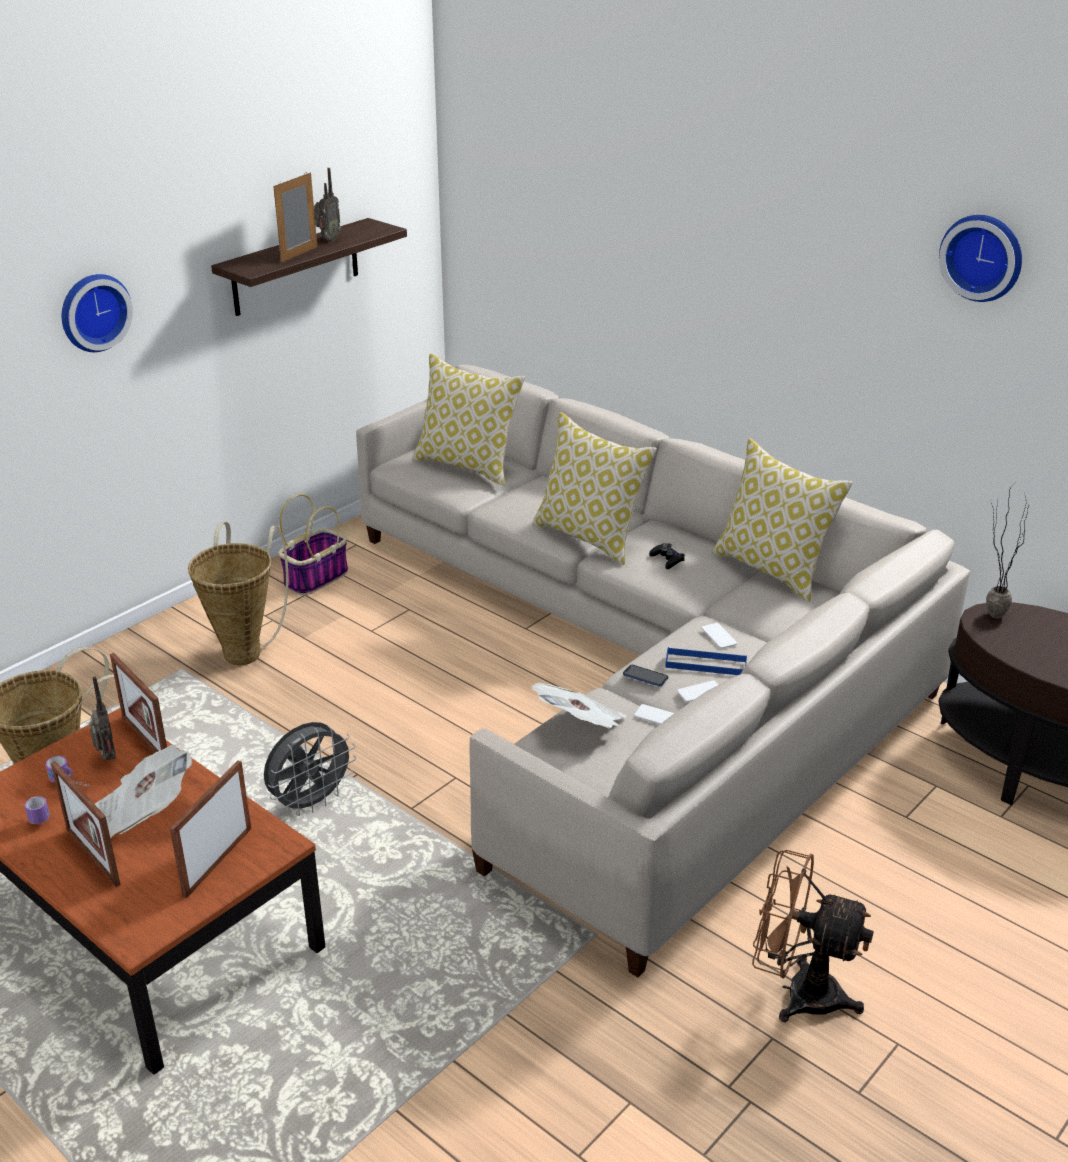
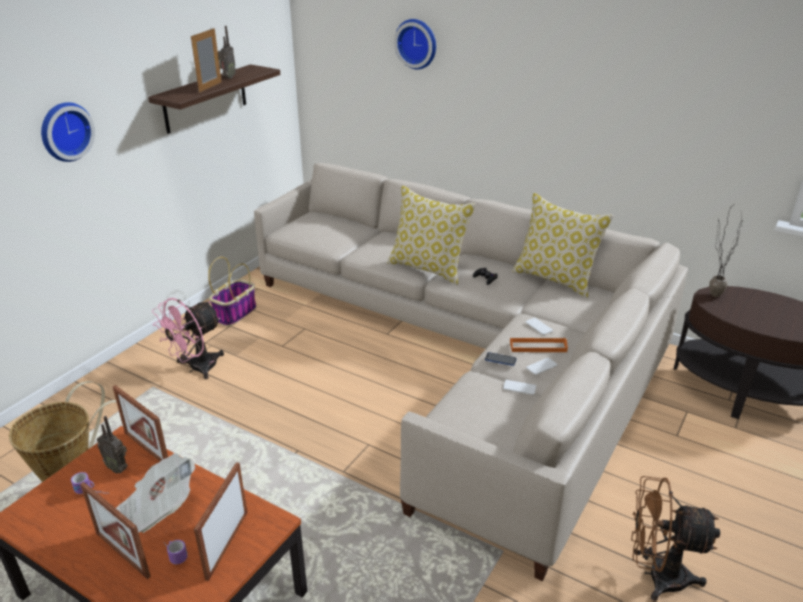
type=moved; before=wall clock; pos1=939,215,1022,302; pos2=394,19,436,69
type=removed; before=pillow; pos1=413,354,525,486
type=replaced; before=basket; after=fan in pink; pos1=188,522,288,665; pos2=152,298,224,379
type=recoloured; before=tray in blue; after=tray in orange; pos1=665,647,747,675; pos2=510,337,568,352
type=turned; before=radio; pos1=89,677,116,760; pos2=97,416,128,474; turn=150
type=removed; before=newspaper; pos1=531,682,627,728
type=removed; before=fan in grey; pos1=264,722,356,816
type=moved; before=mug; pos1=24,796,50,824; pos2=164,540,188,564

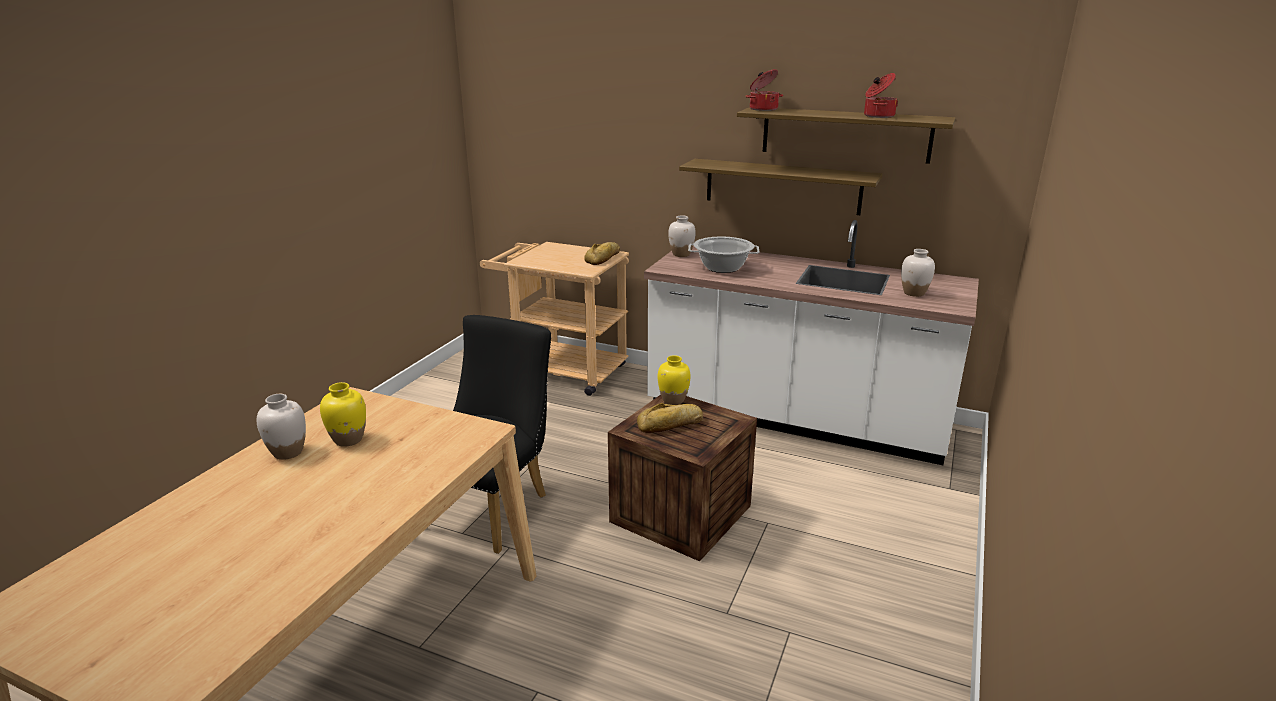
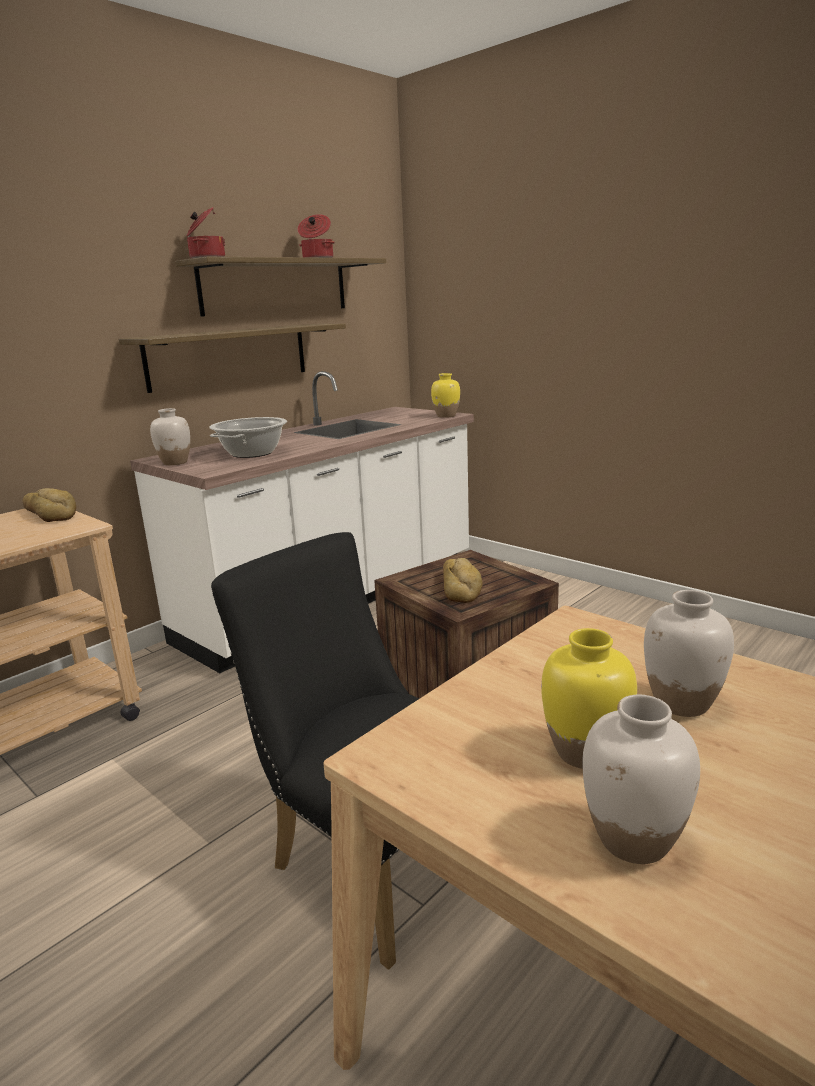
type=moved; before=vase in white; pos1=901,249,935,297; pos2=644,590,734,717
type=moved; before=vase in yellow; pos1=658,355,691,405; pos2=431,373,460,418

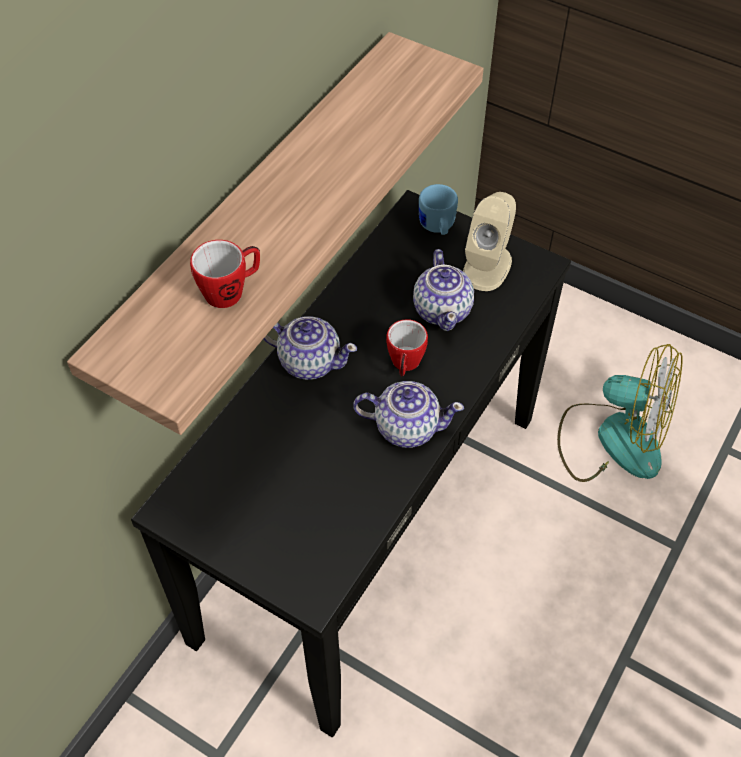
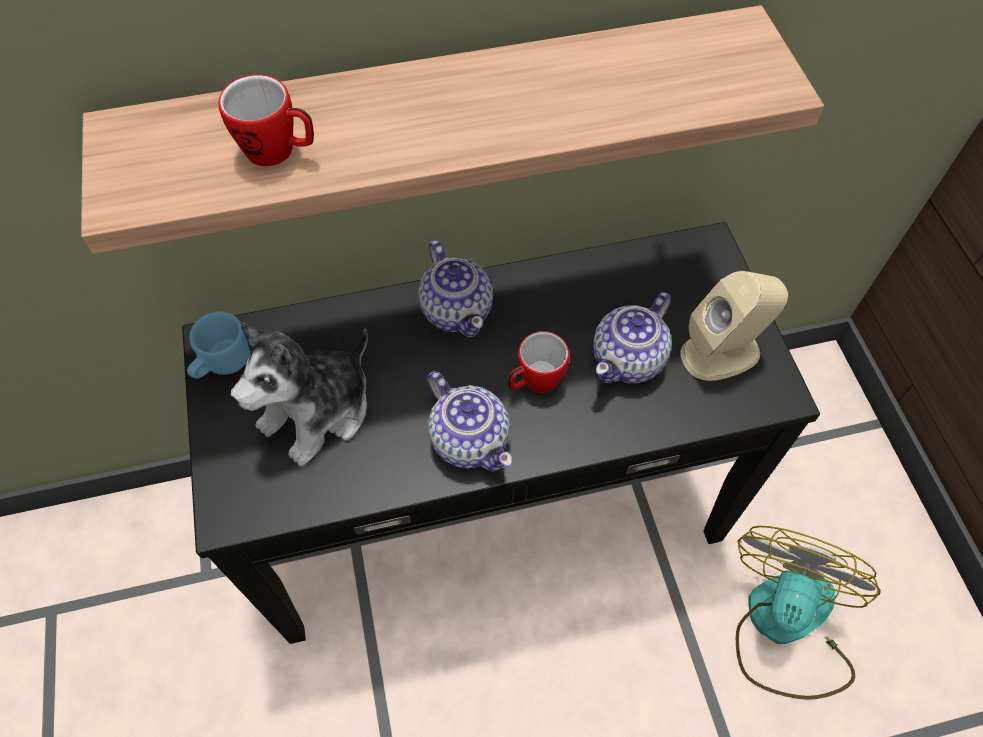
type=moved; before=mug in blue; pos1=419,184,458,235; pos2=187,311,250,379
type=turned; before=fan; pos1=557,344,683,482; pos2=736,525,881,700; turn=-135
type=added; after=plush toy; pos2=231,322,368,467

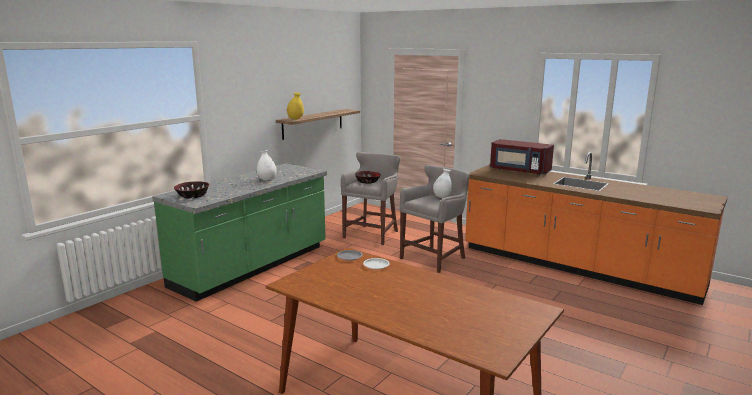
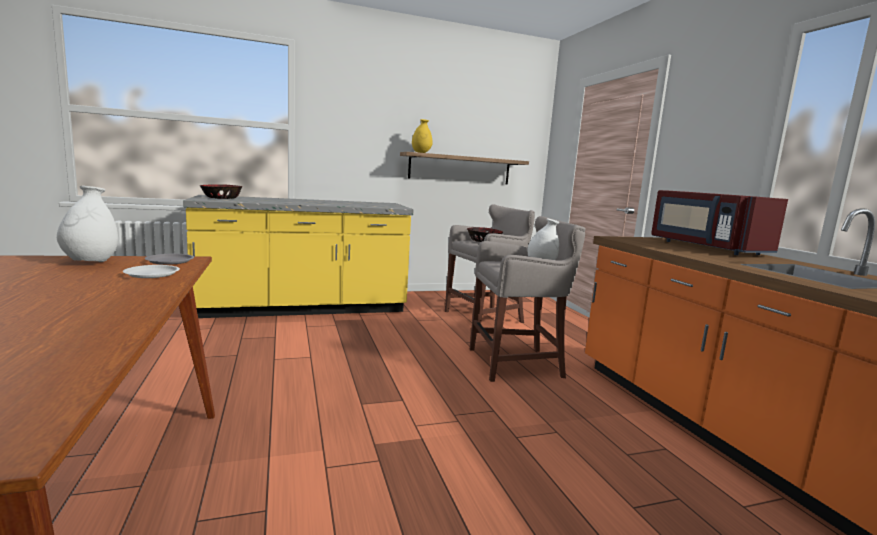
type=moved; before=vase in white; pos1=257,150,277,180; pos2=57,186,118,262
type=recoloured; before=counter in green; after=counter in yellow; pos1=152,163,327,302; pos2=183,195,413,318

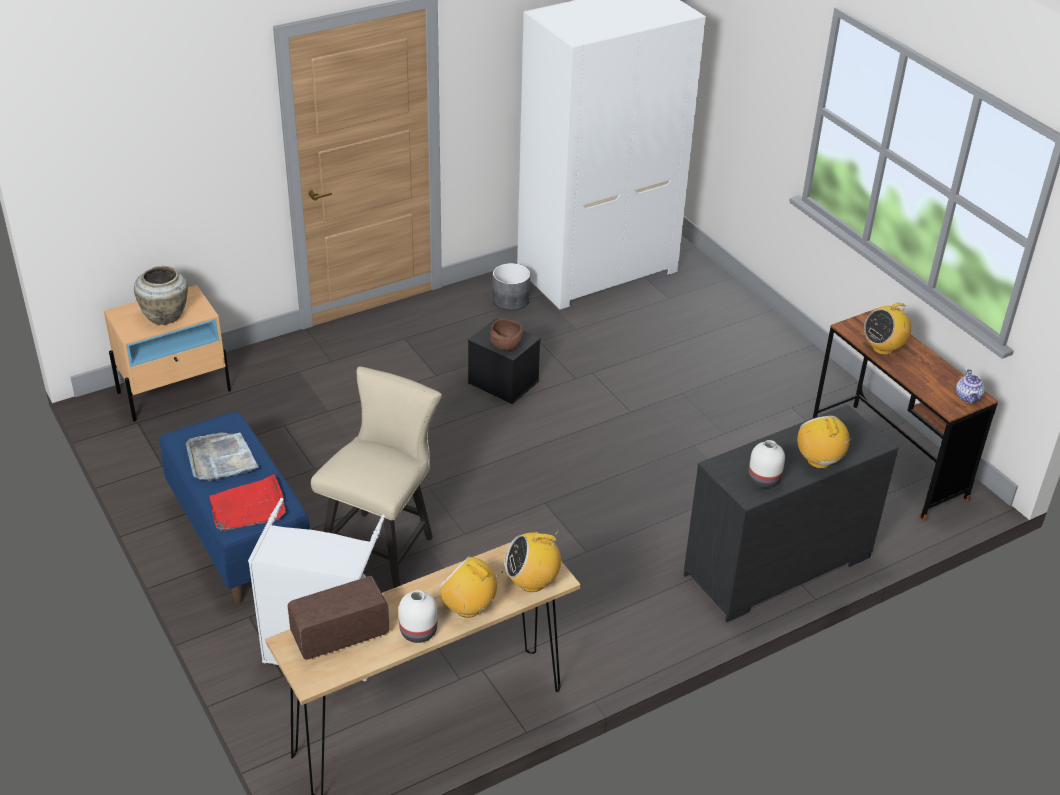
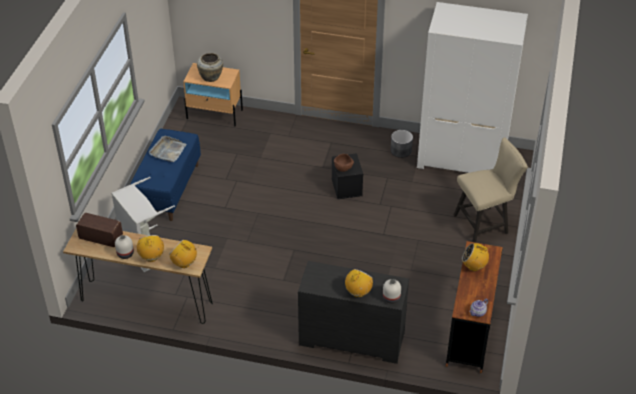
type=moved; before=chair in beige; pos1=311,366,442,588; pos2=454,137,528,243
type=moved; before=vase in white; pos1=748,440,785,488; pos2=383,279,401,304
type=removed; before=tray in red; pos1=209,474,286,531

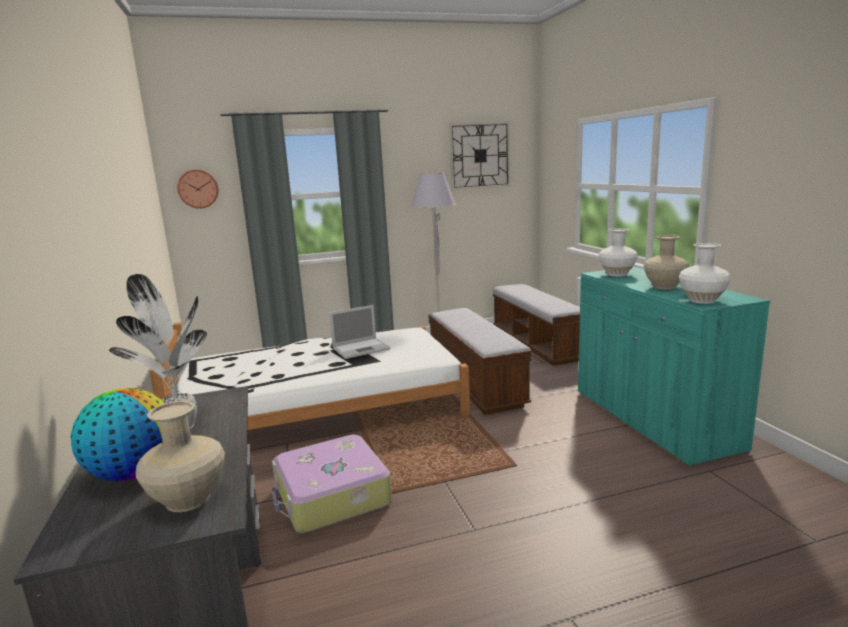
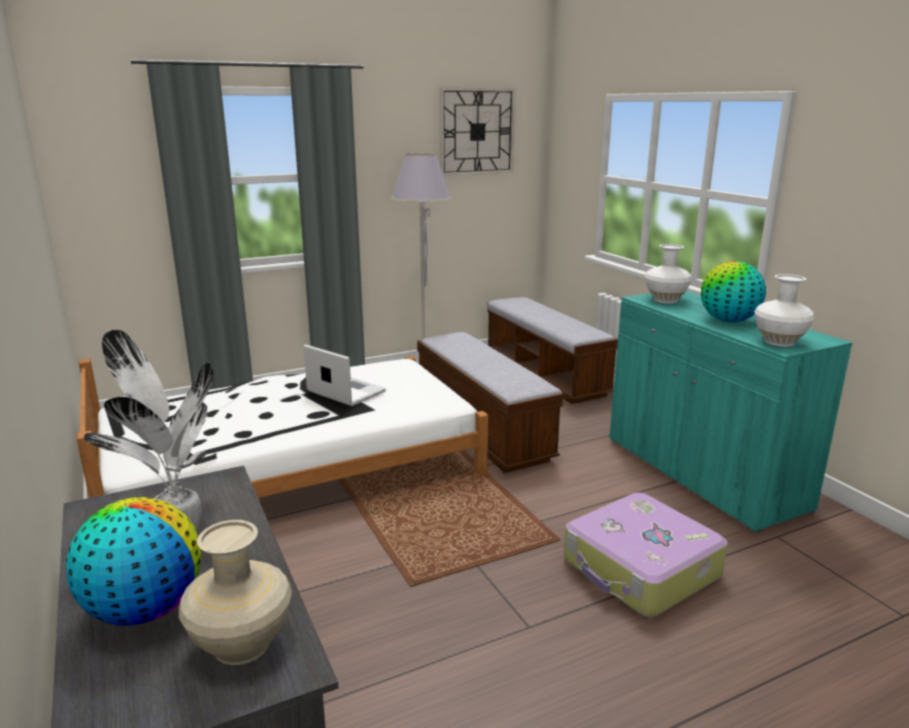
type=removed; before=wall clock; pos1=177,170,219,209
type=replaced; before=vase in beige; after=globe; pos1=644,235,689,290; pos2=701,261,766,322
type=turned; before=laptop; pos1=329,305,390,359; pos2=303,344,386,406; turn=-105
type=moved; before=suitcase; pos1=272,435,392,533; pos2=564,493,728,617

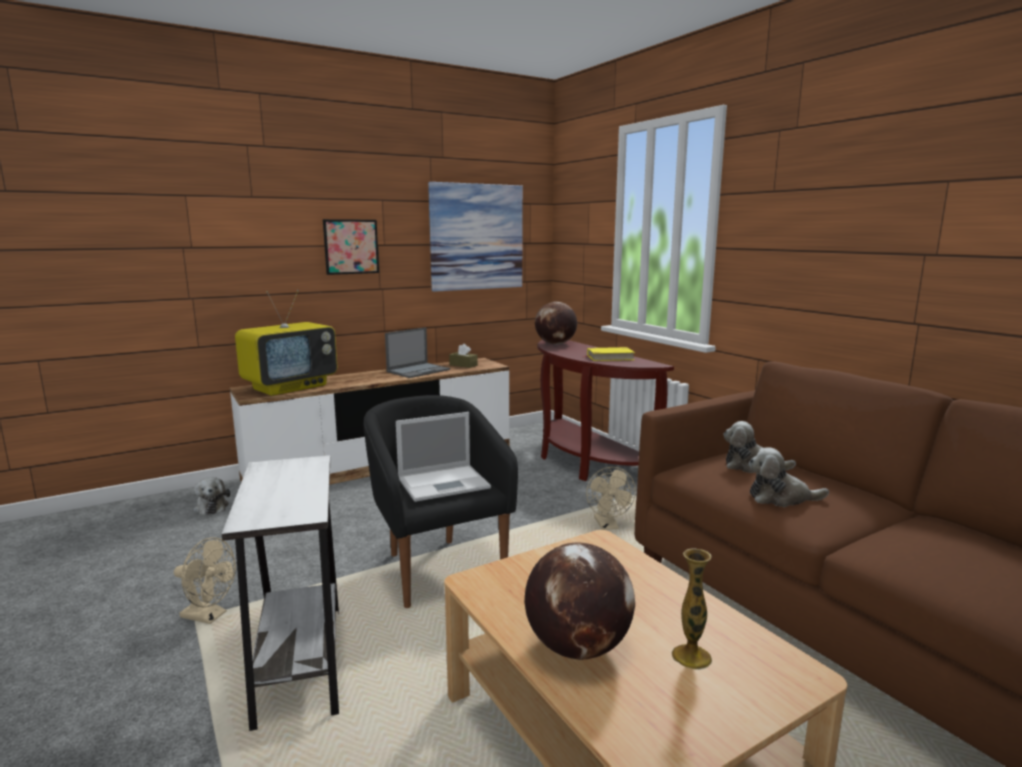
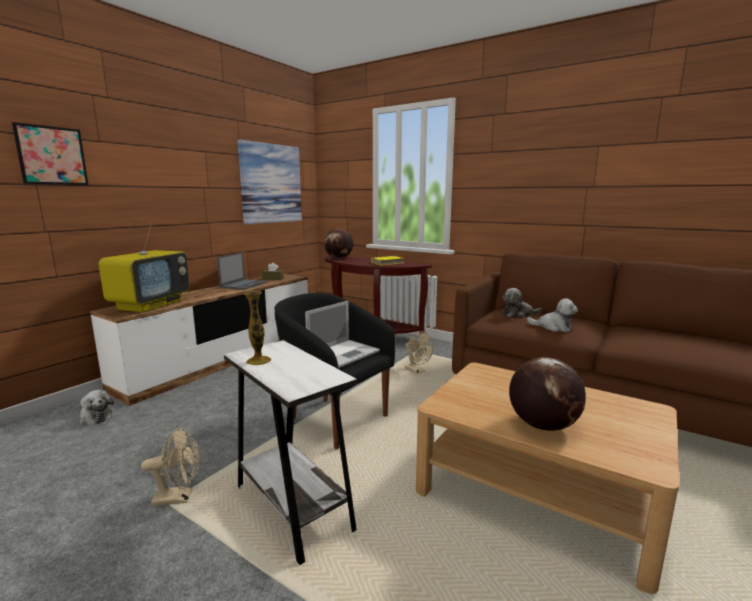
type=moved; before=picture; pos1=323,219,379,275; pos2=12,122,88,185
type=turned; before=plush toy; pos1=748,447,829,507; pos2=527,298,578,332; turn=-135
type=moved; before=vase; pos1=672,548,712,670; pos2=244,291,271,365

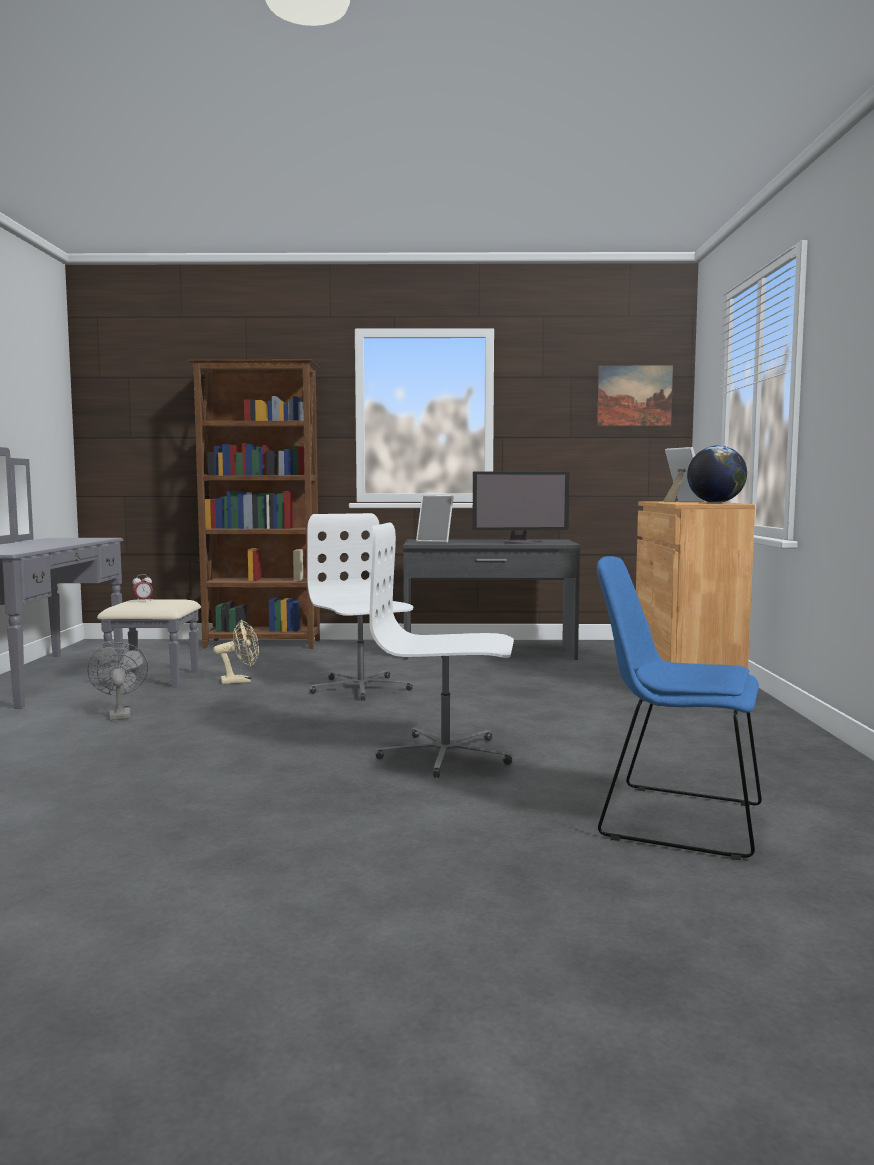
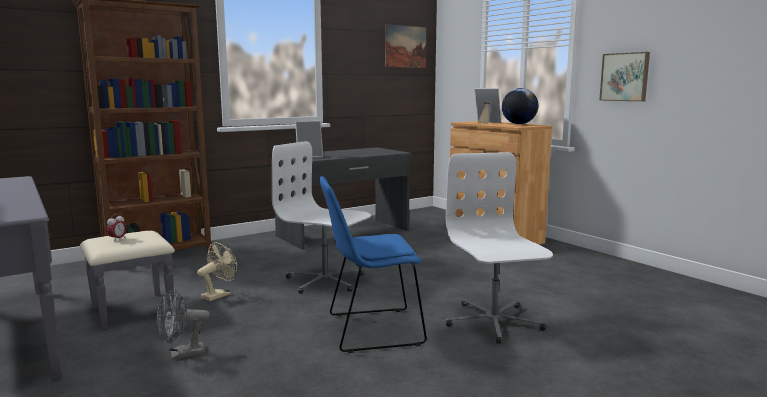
type=removed; before=monitor; pos1=473,471,570,544
type=turned; before=office chair in white; pos1=370,522,514,778; pos2=446,152,553,344; turn=105
type=moved; before=chair in blue; pos1=597,556,762,860; pos2=320,176,427,353
type=turned; before=fan in grey; pos1=87,642,148,720; pos2=157,288,210,360; turn=-60
type=added; after=picture; pos2=599,52,650,102

